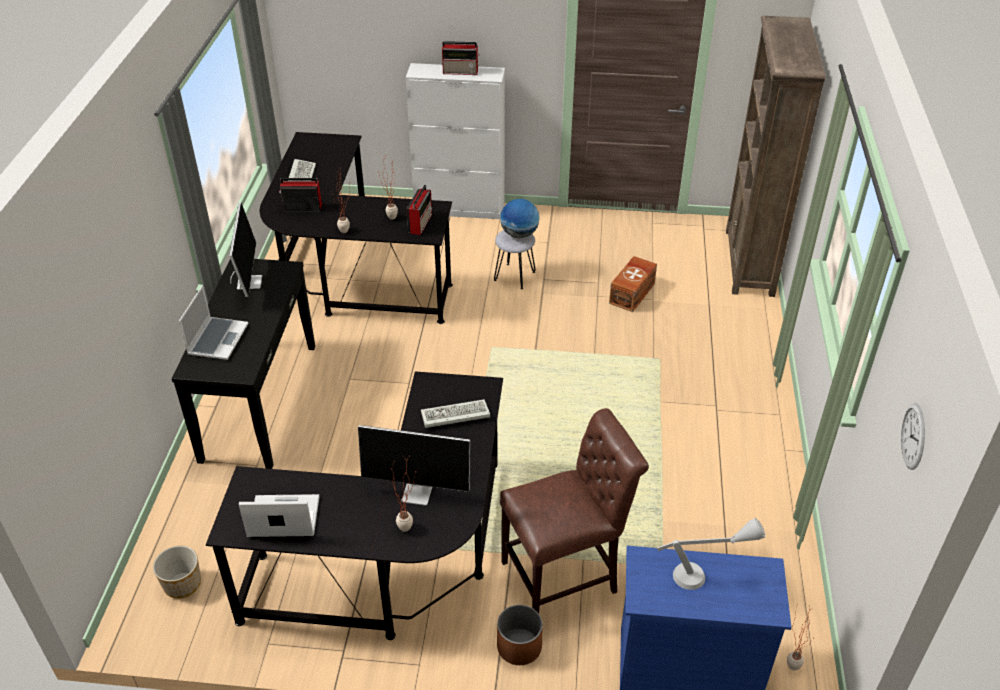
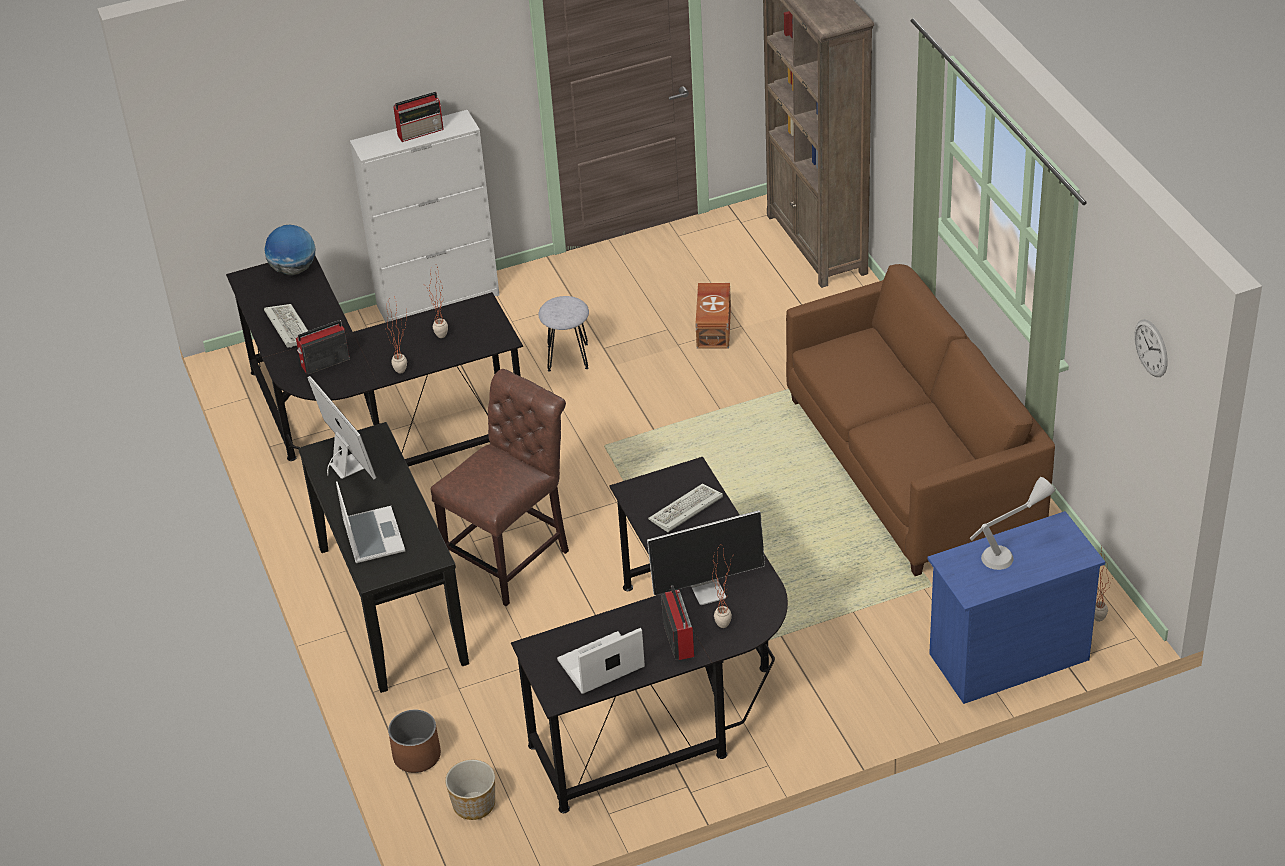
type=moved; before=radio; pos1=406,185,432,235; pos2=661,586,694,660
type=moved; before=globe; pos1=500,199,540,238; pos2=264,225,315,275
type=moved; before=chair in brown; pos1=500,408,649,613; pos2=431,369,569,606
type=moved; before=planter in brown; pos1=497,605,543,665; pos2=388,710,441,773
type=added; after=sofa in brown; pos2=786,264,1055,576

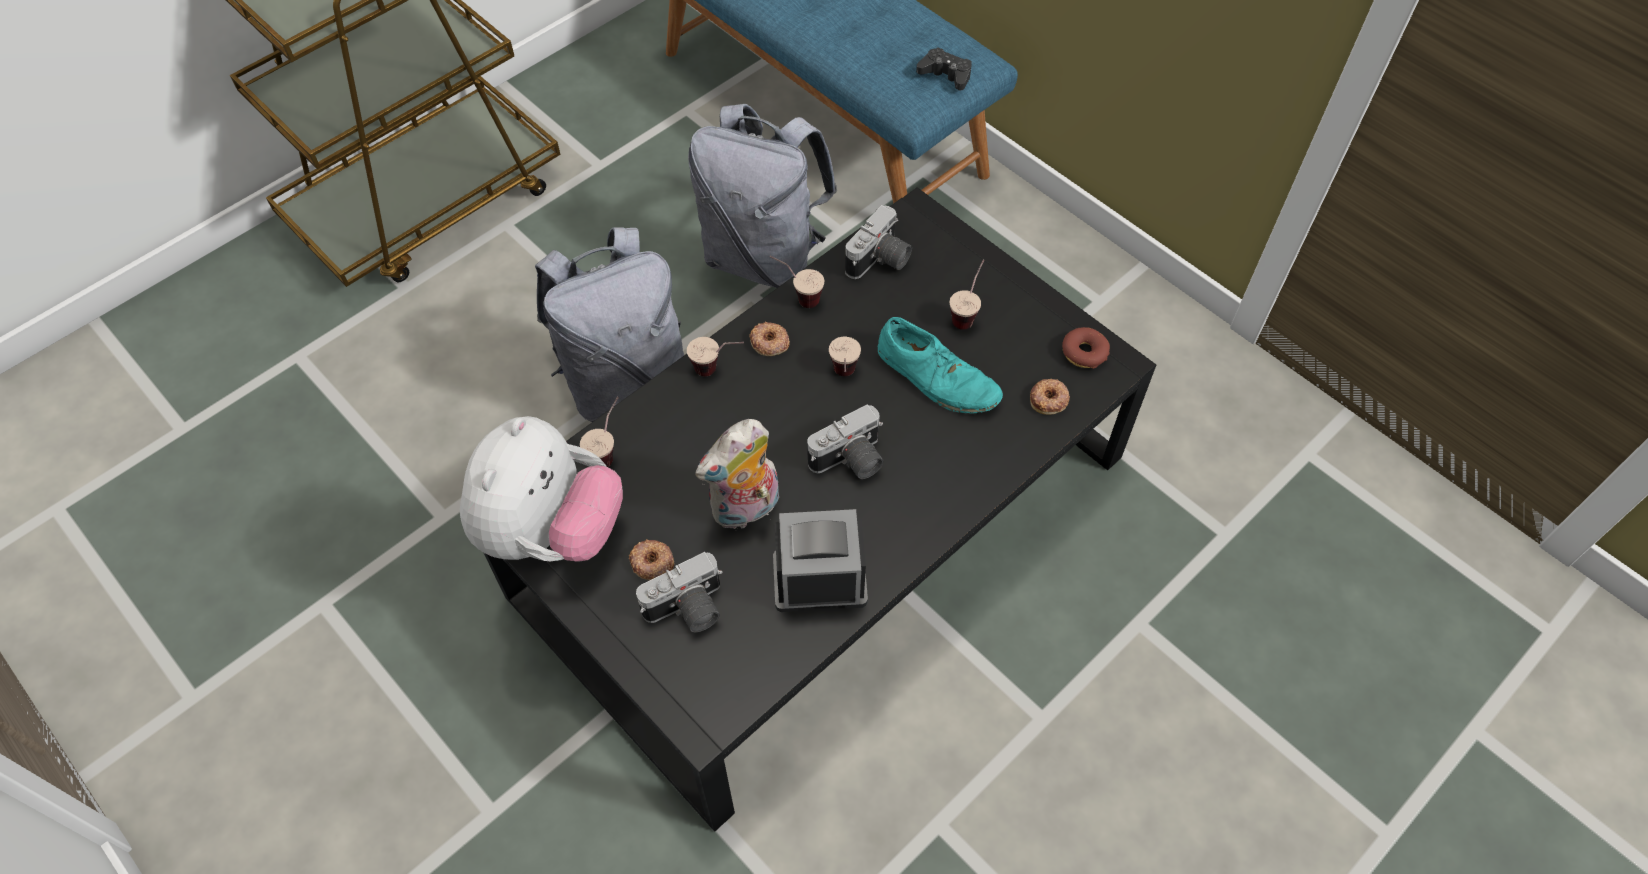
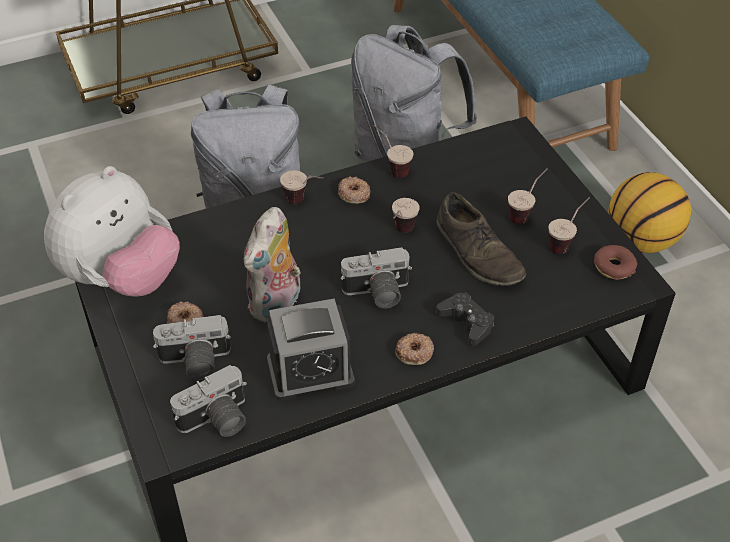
type=moved; before=game controller in black; pos1=916,47,972,90; pos2=436,292,494,345
type=moved; before=photo camera; pos1=845,205,912,279; pos2=170,365,247,437
type=recoloured; before=shoe in turquoise; after=shoe in brown; pos1=878,317,1003,414; pos2=436,192,526,286
type=moved; before=donut; pos1=1030,379,1070,415; pos2=395,333,434,365
type=moved; before=cup; pos1=580,397,619,467; pos2=549,197,590,254
type=turned; before=plush toy; pos1=695,419,779,529; pos2=243,207,301,323; turn=-45
type=turned; before=alarm clock; pos1=773,509,868,612; pos2=266,298,355,401; turn=150
type=added; after=basketball; pos2=608,172,691,253

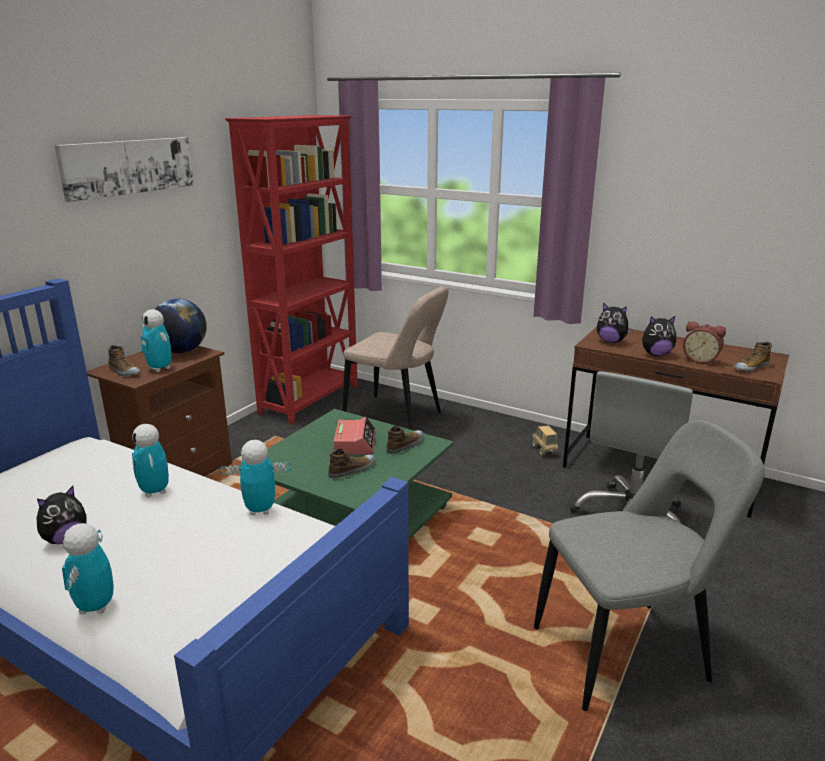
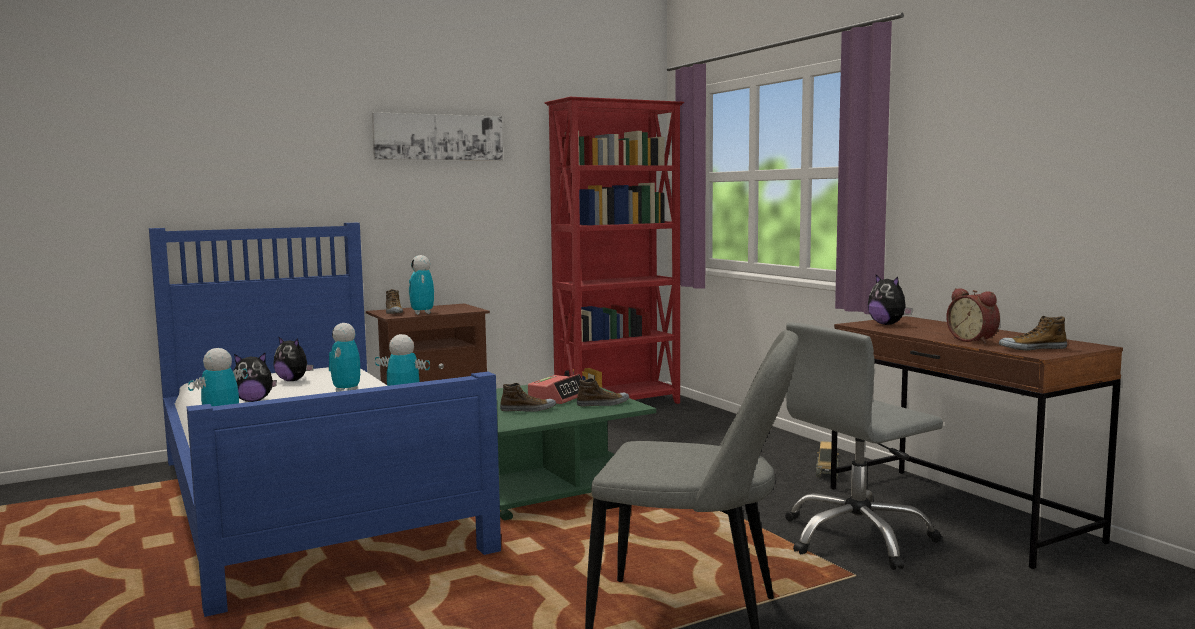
type=removed; before=chair in beige; pos1=343,286,449,430
type=removed; before=globe; pos1=155,298,207,353
type=moved; before=plush toy; pos1=642,316,676,356; pos2=273,337,313,381

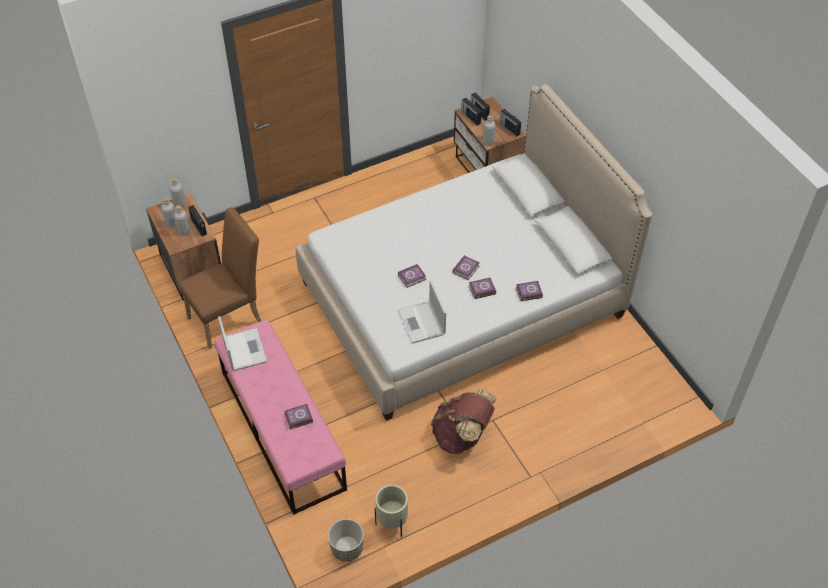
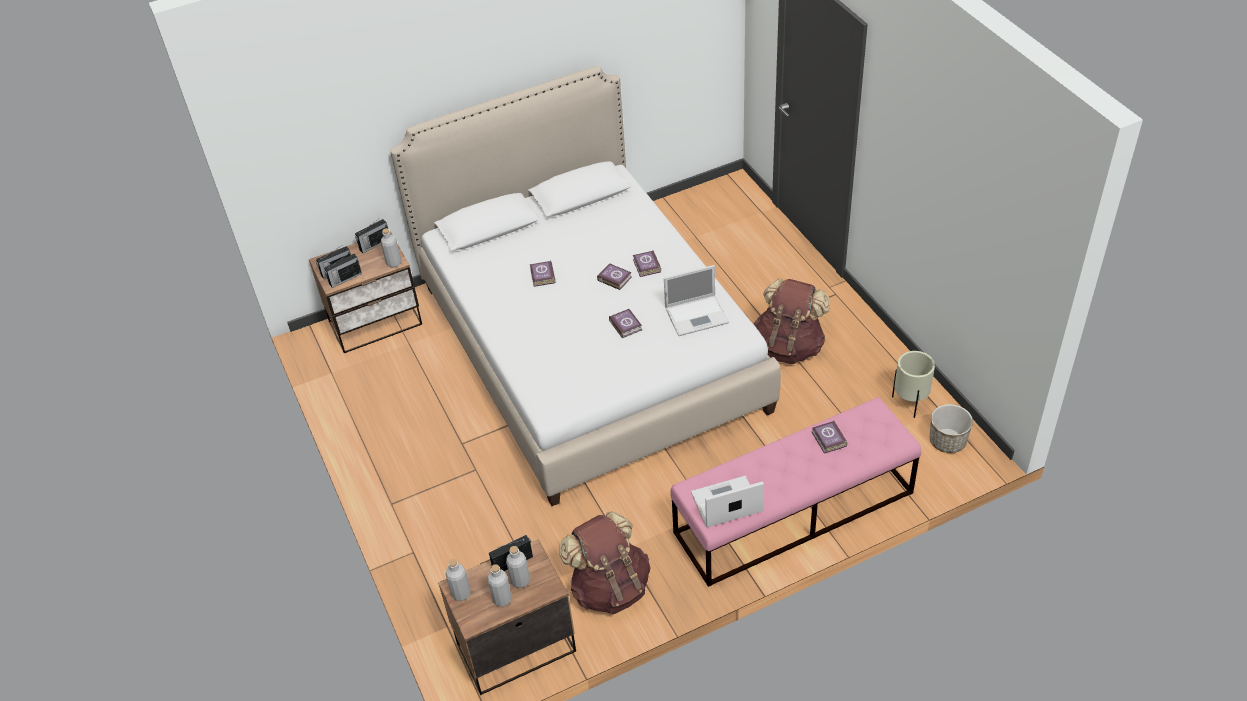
type=replaced; before=chair in brown; after=backpack in brown; pos1=178,207,261,349; pos2=559,511,651,614
type=moved; before=book; pos1=516,281,543,301; pos2=530,261,555,287

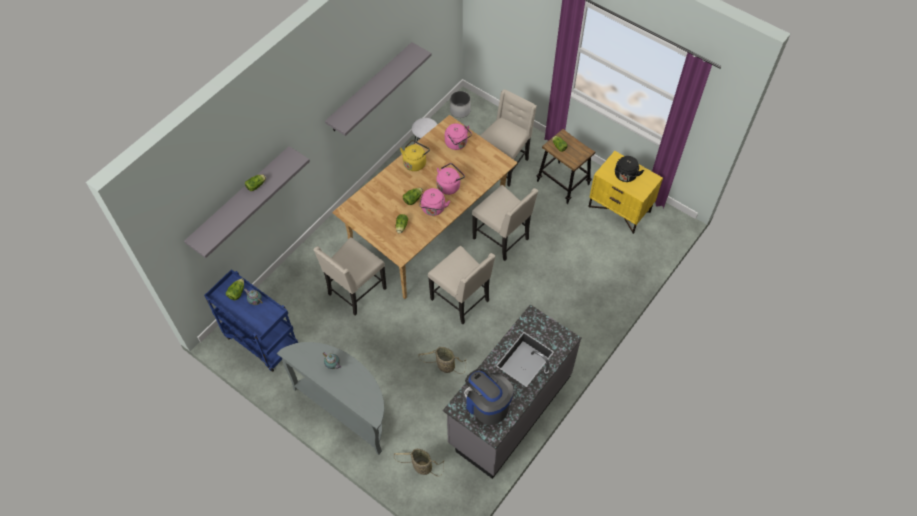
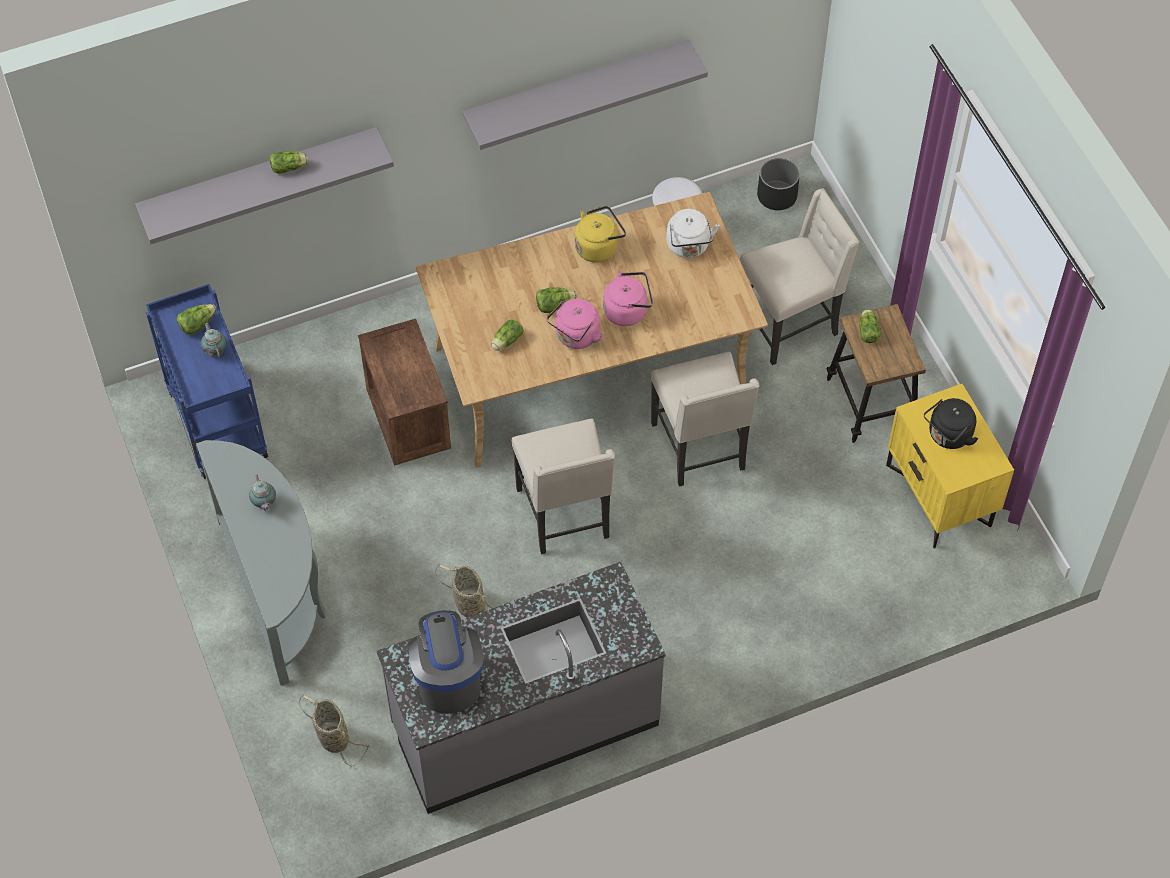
type=recoloured; before=planter in white; after=planter in black; pos1=450,91,471,118; pos2=757,158,800,210
type=recoloured; before=kettle in pink; after=kettle in white; pos1=445,123,472,150; pos2=667,209,720,258
type=replaced; before=chair in beige; after=crate; pos1=313,237,387,316; pos2=358,319,451,466

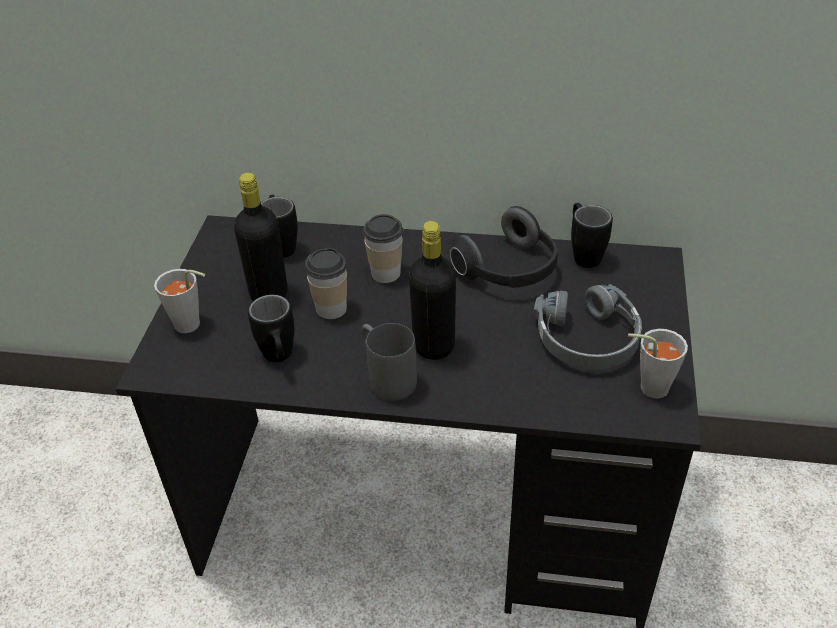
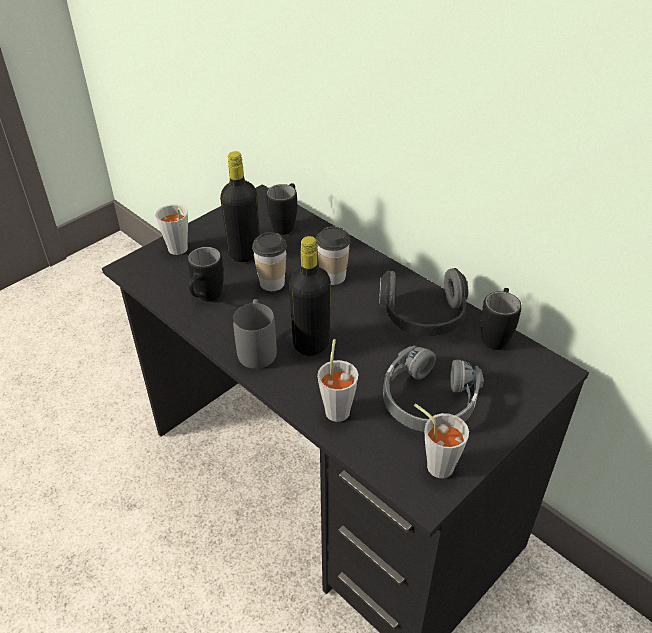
type=added; after=cup in grey; pos2=317,339,358,422

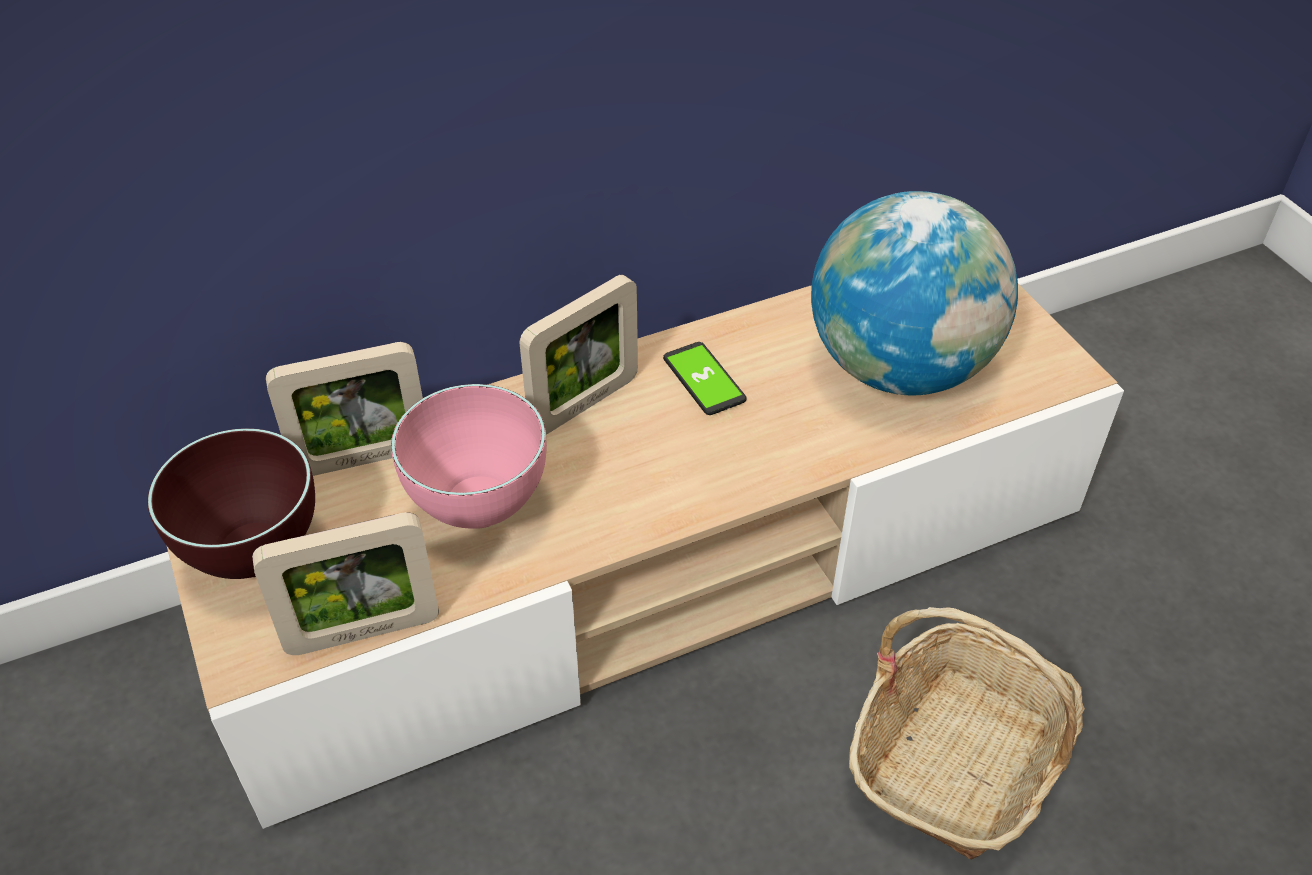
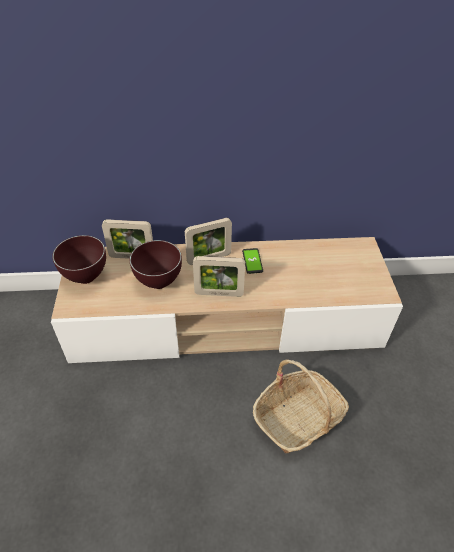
type=removed; before=globe; pos1=811,191,1018,395
type=recoloured; before=bowl in pink; after=bowl in brown; pos1=391,384,547,529; pos2=130,240,182,289
type=moved; before=picture frame; pos1=252,512,439,655; pos2=193,256,245,297

